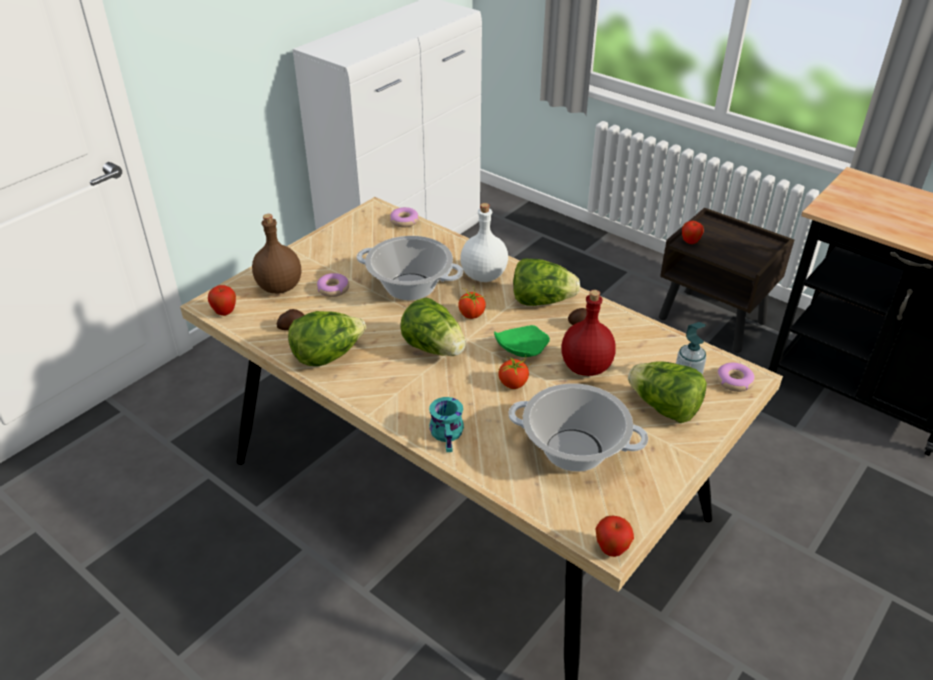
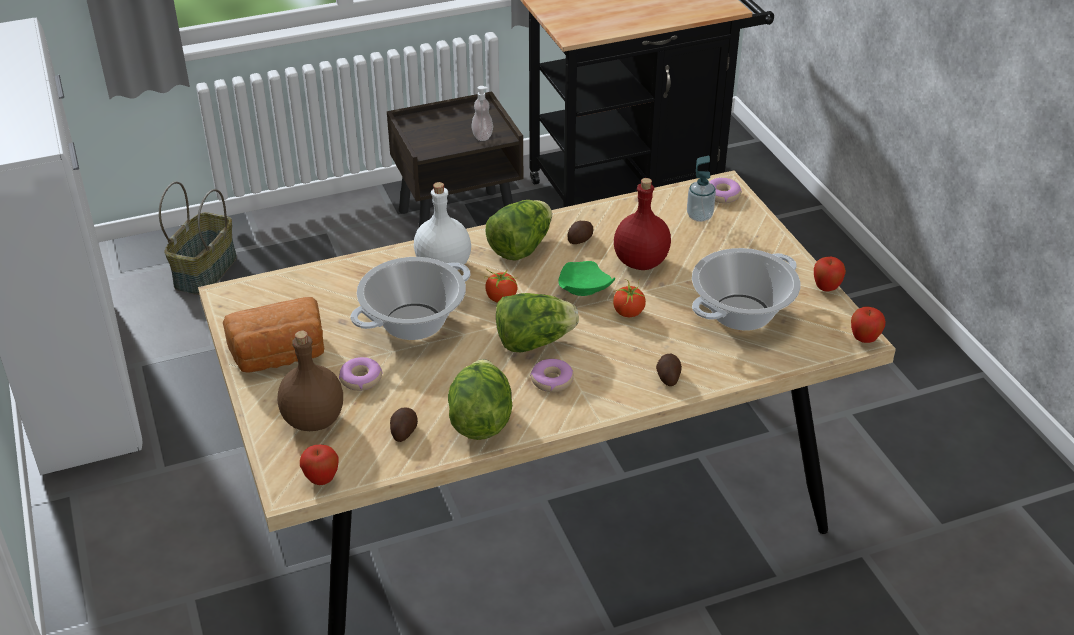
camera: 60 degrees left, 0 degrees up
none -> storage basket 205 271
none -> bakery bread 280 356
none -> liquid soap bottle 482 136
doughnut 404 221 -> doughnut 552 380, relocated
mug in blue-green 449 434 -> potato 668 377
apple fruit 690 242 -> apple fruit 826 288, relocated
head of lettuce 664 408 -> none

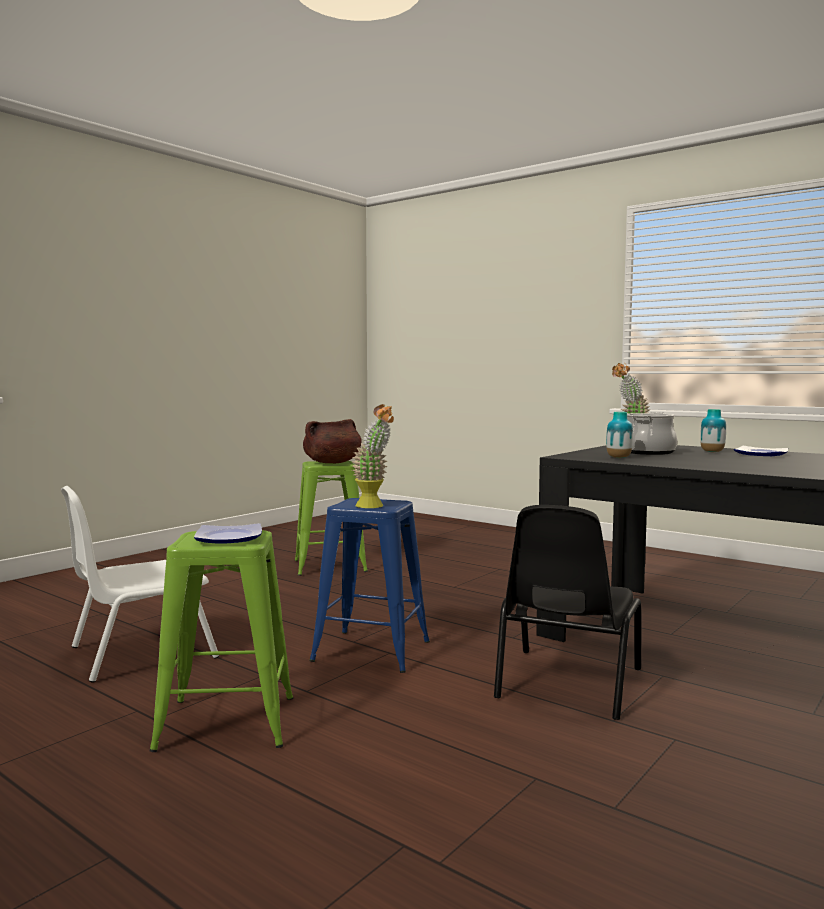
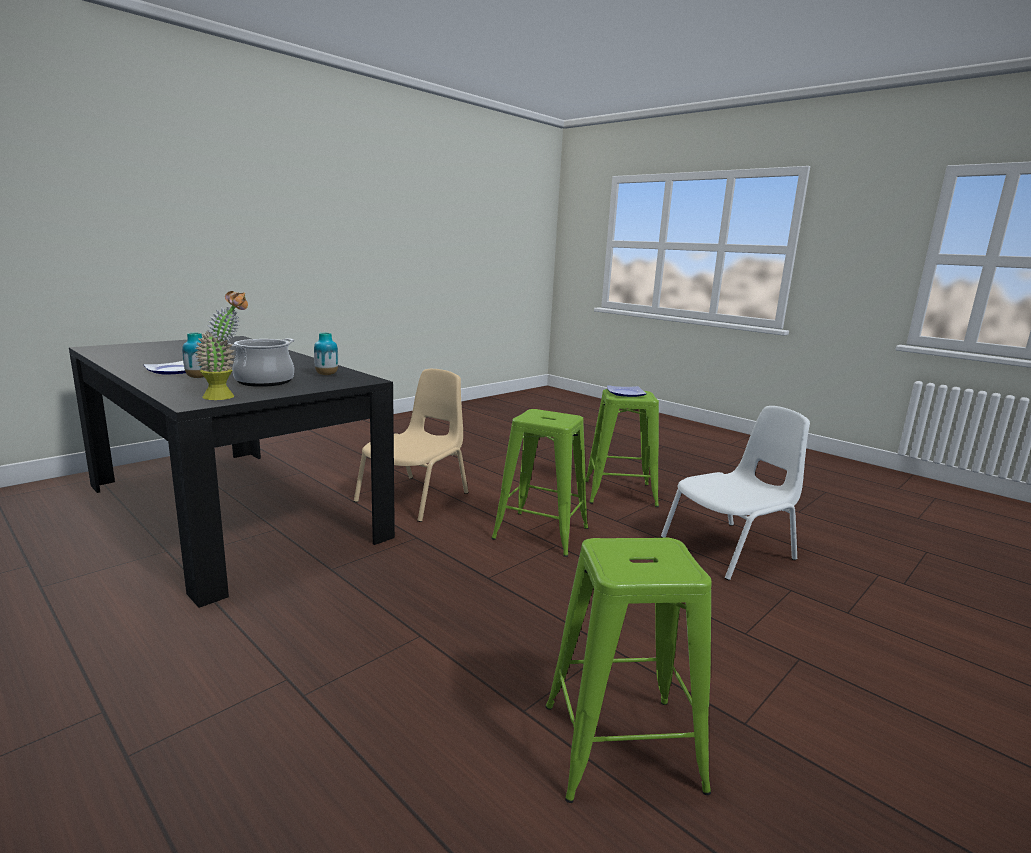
camera: 175 degrees left, 10 degrees up
upright chair in black 567 683 -> upright chair in beige 415 497
sitting stool in blue-coloured 370 651 -> sitting stool in greenish 541 534
stockpot in brown 332 463 -> none
plant in a pot 374 506 -> none

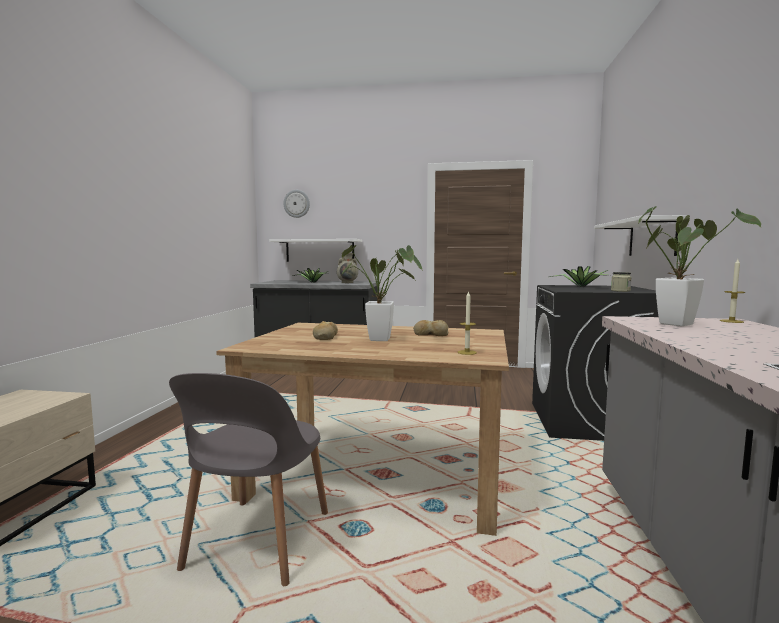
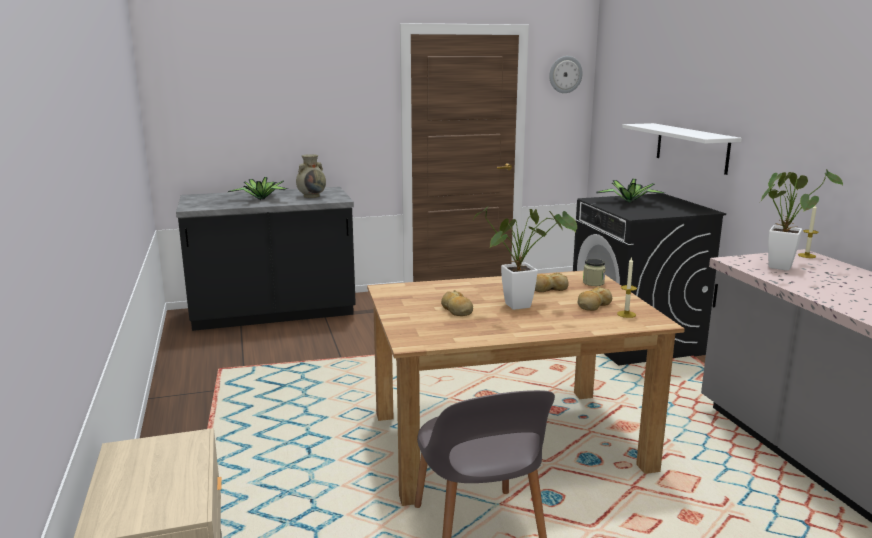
camera: 25 degrees left, 10 degrees up
clock on the wall 297 203 -> clock on the wall 565 74, relocated
none -> bakery bread 593 305
jar 620 291 -> jar 593 283, relocated
shelf in white 320 250 -> none

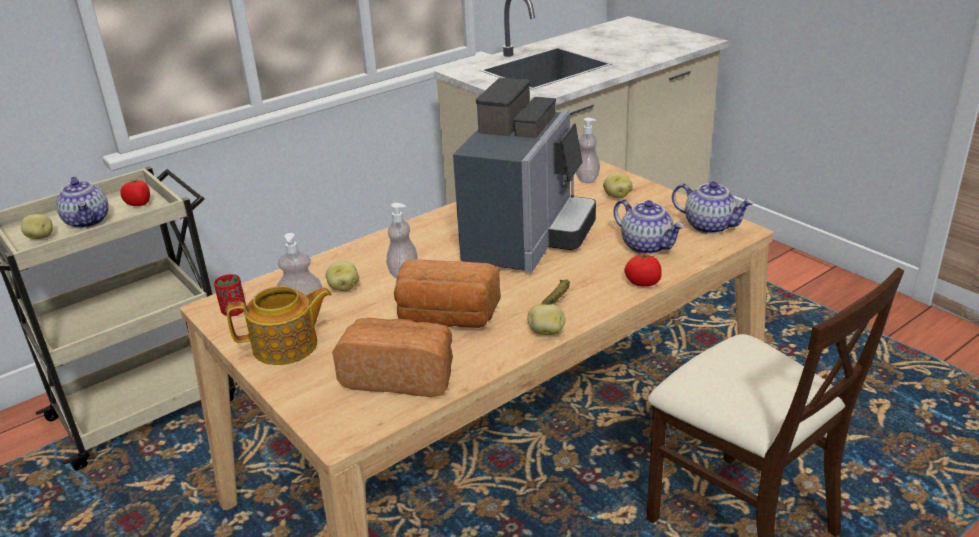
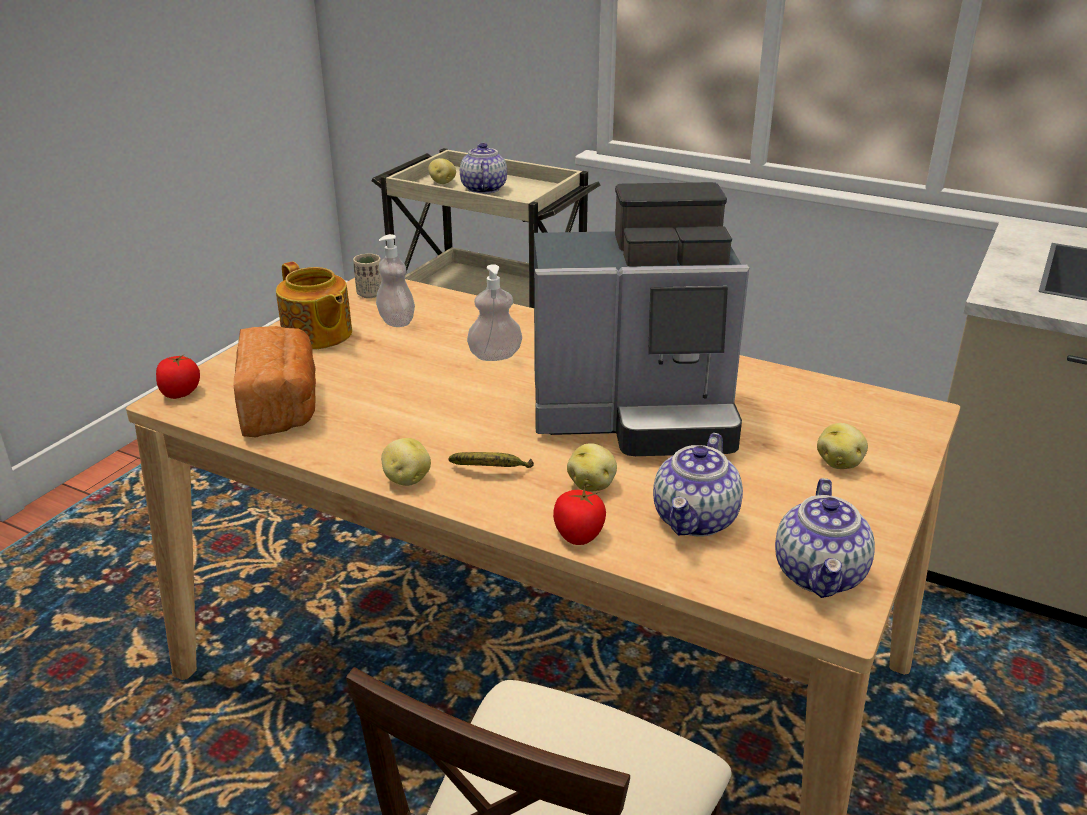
camera: 65 degrees right, 0 degrees up
tomato 139 203 -> tomato 180 392, relocated
drinking cup in red 234 311 -> drinking cup in beige 370 294
teapot 88 221 -> teapot 483 189, 135 degrees clockwise
potato 344 287 -> potato 592 484, relocated
bakery bread 446 318 -> none
liquid soap bottle 587 179 -> none

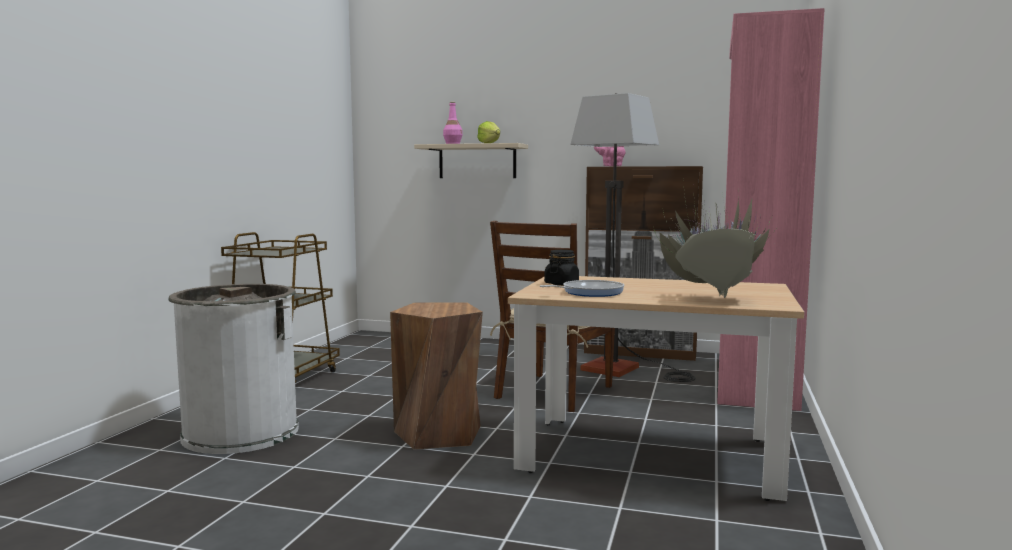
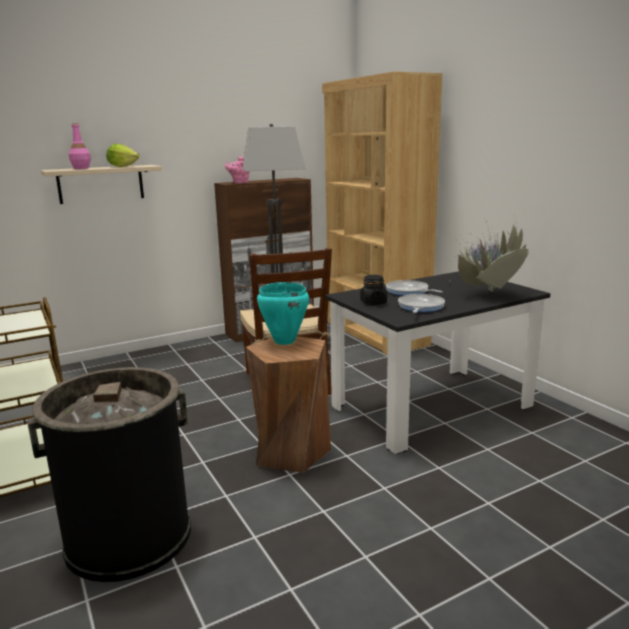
camera: 45 degrees left, 10 degrees up
trash can in white 241 432 -> trash can in black 128 536
none -> stockpot in blue-green 284 341
shelving unit in pink 754 383 -> shelving unit in brown 375 333
kitchen table in beige 650 455 -> kitchen table in black 431 407
none -> frying pan 408 291

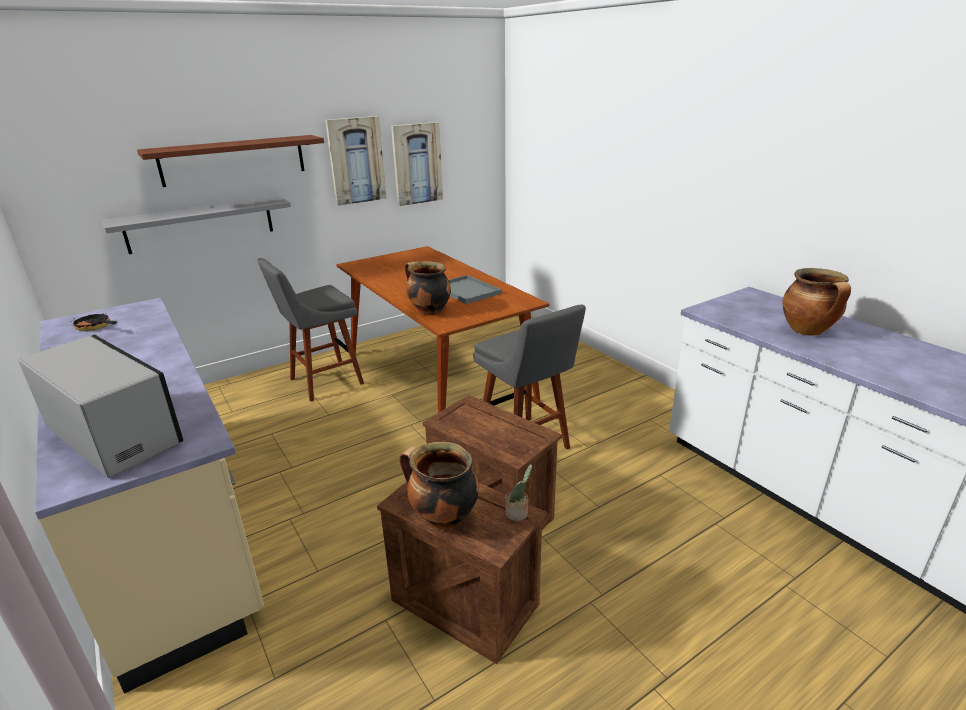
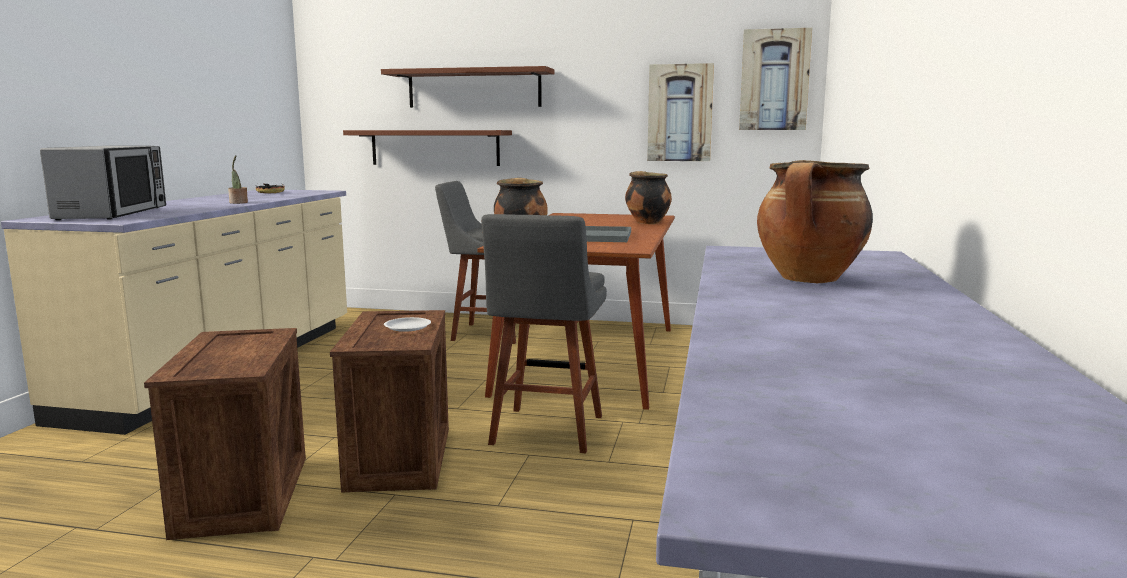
camera: 45 degrees right, 15 degrees down
plant in a pot 518 513 -> plant in a pot 238 203, relocated
shelf in gray 200 224 -> shelf in brown 435 147
none -> dinner plate in white 407 327
stockpot 442 518 -> stockpot 646 222, relocated
wall art 356 160 -> wall art 774 80, relocated

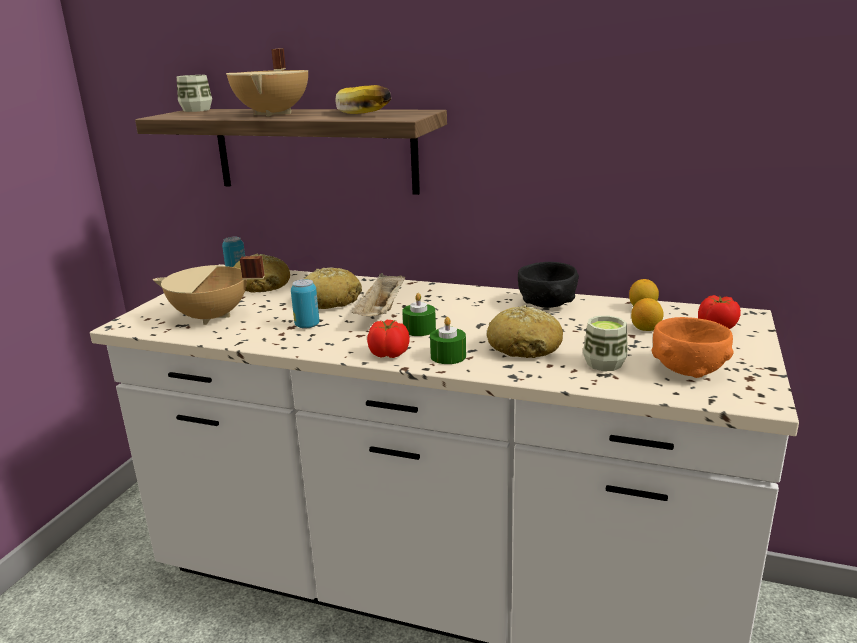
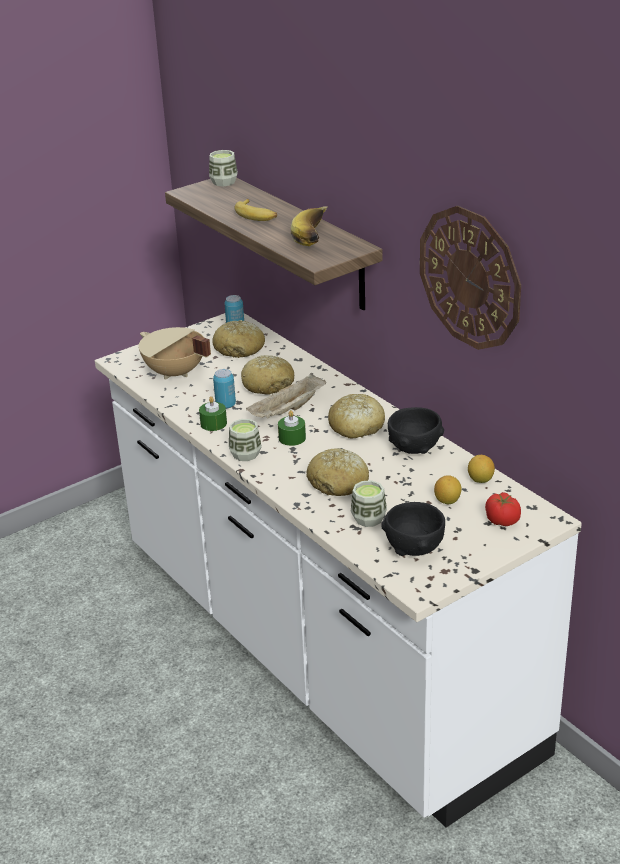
camera: 35 degrees right, 10 degrees up
wax light in greenish 448 356 -> wax light in greenish 213 423, relocated
tomato 389 354 -> drinking cup 245 454
stockpot in beige 274 114 -> banana fruit 256 215
none -> bakery bread 356 427
bowl in orange 687 370 -> bowl in black 414 547
none -> clock on the wall 470 278

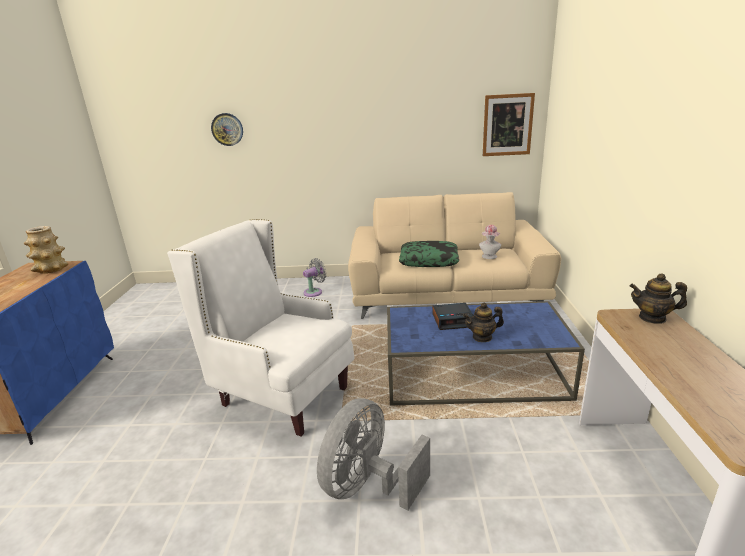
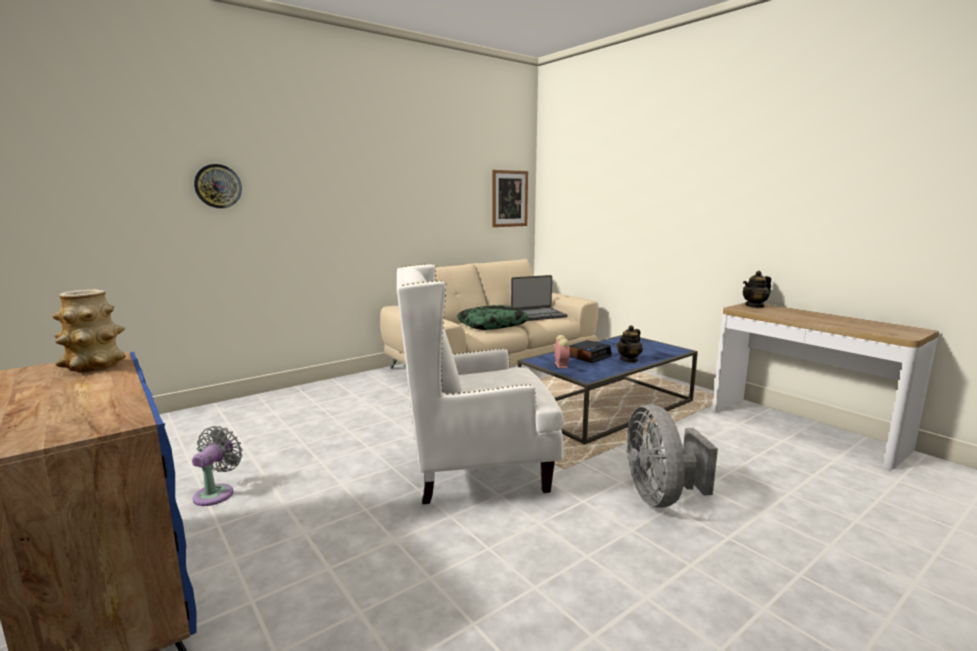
camera: 40 degrees left, 10 degrees down
electric fan in gray 314 292 -> electric fan in gray 216 493, relocated
wearable hat 489 257 -> laptop 538 315
none -> table clock 560 365

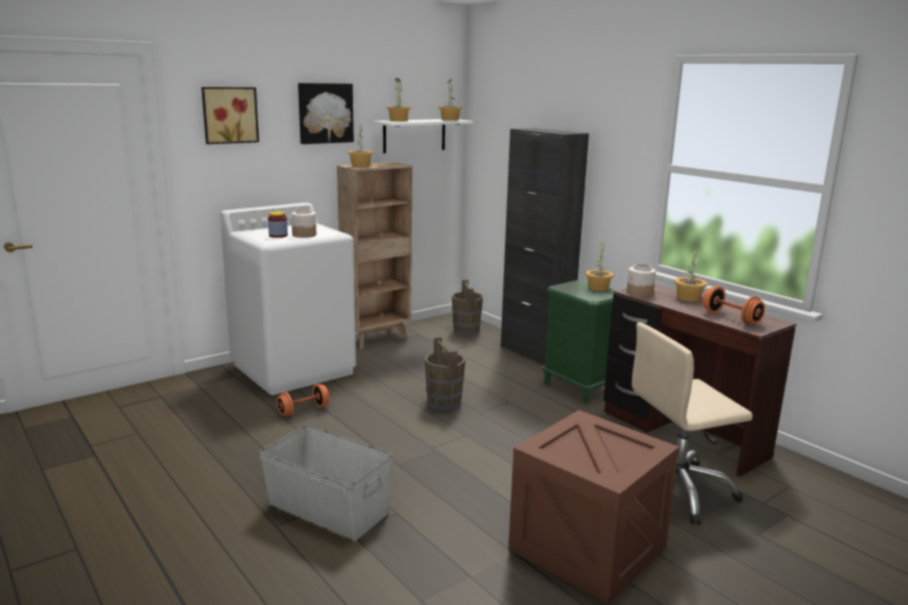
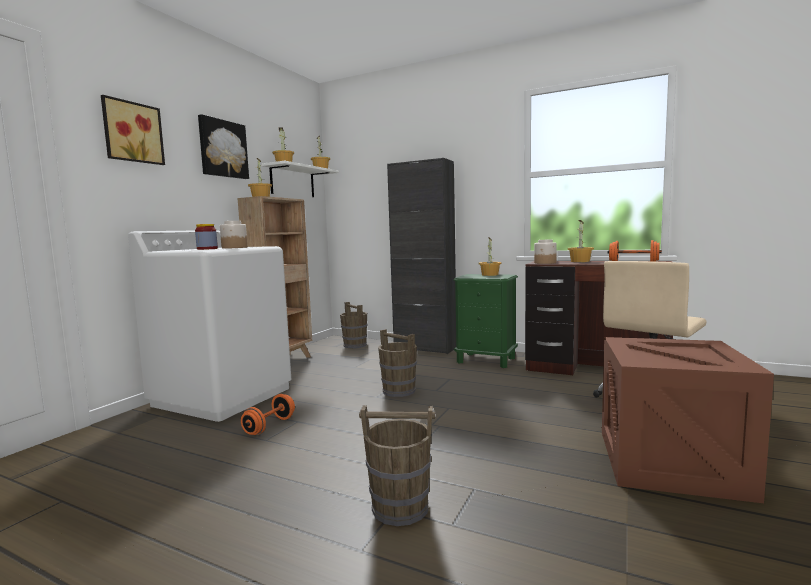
camera: 25 degrees left, 10 degrees down
storage container in gray 328 508 -> water bucket in brown 399 507

